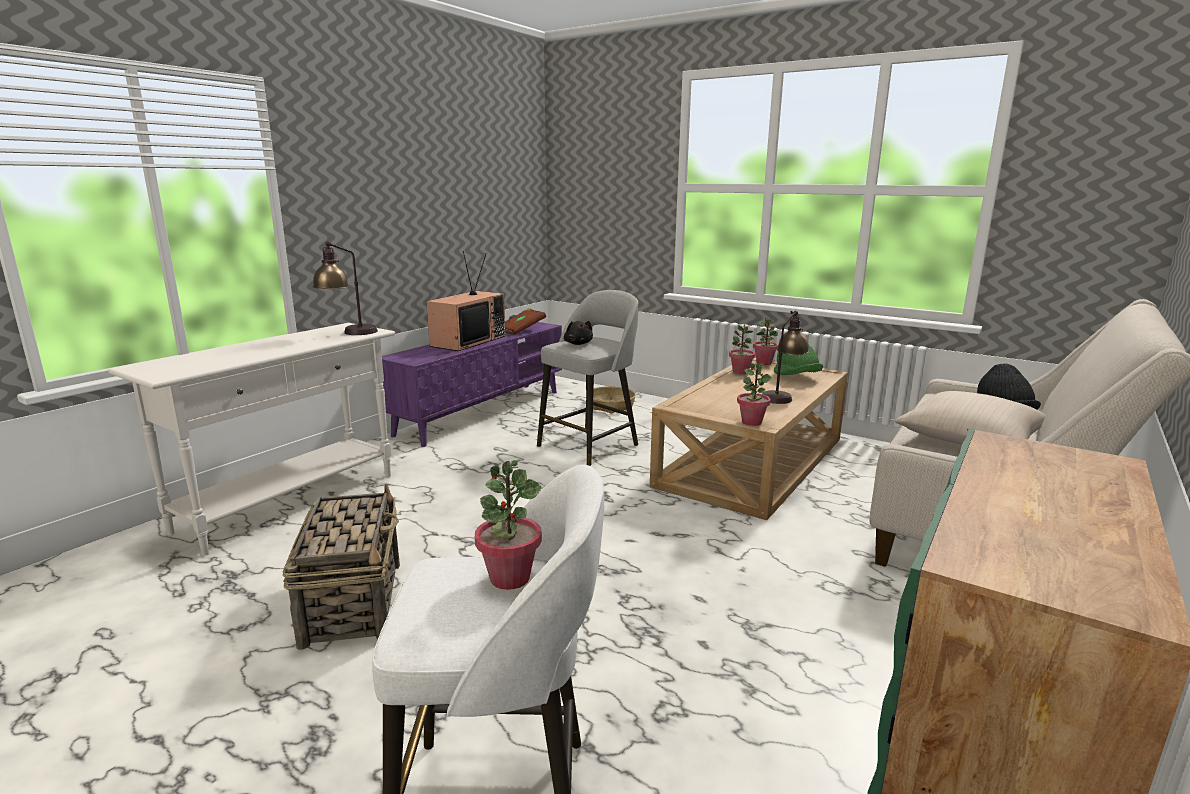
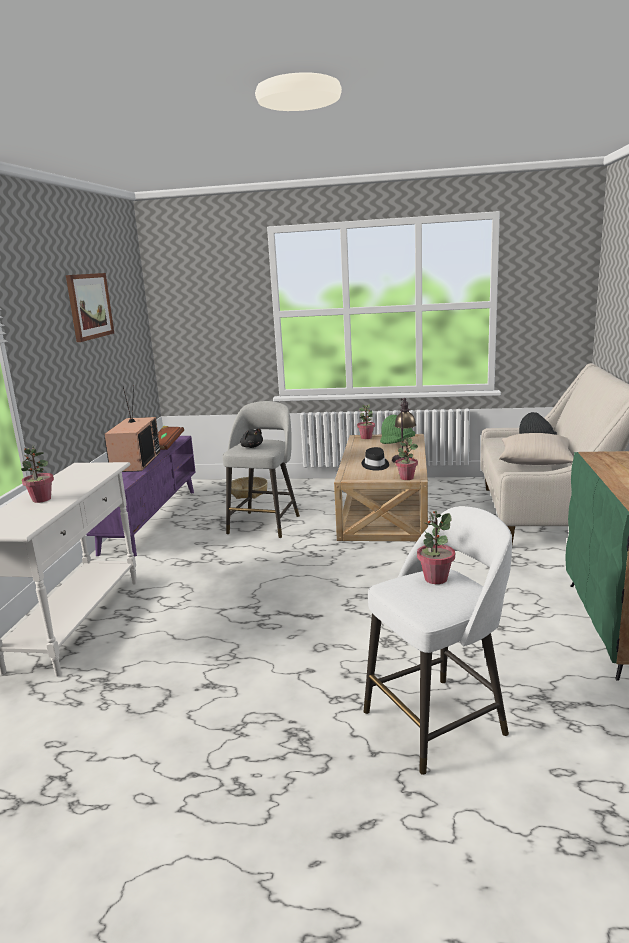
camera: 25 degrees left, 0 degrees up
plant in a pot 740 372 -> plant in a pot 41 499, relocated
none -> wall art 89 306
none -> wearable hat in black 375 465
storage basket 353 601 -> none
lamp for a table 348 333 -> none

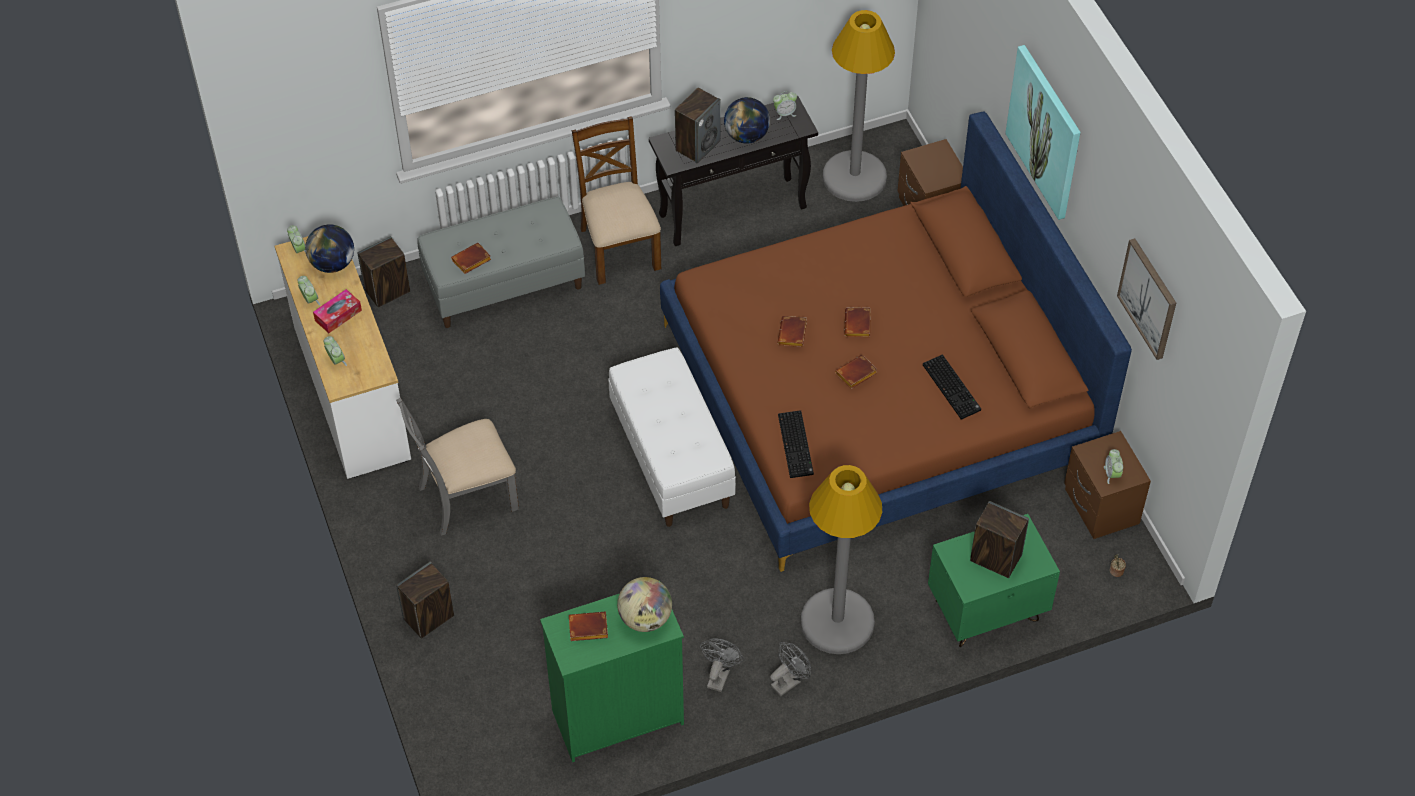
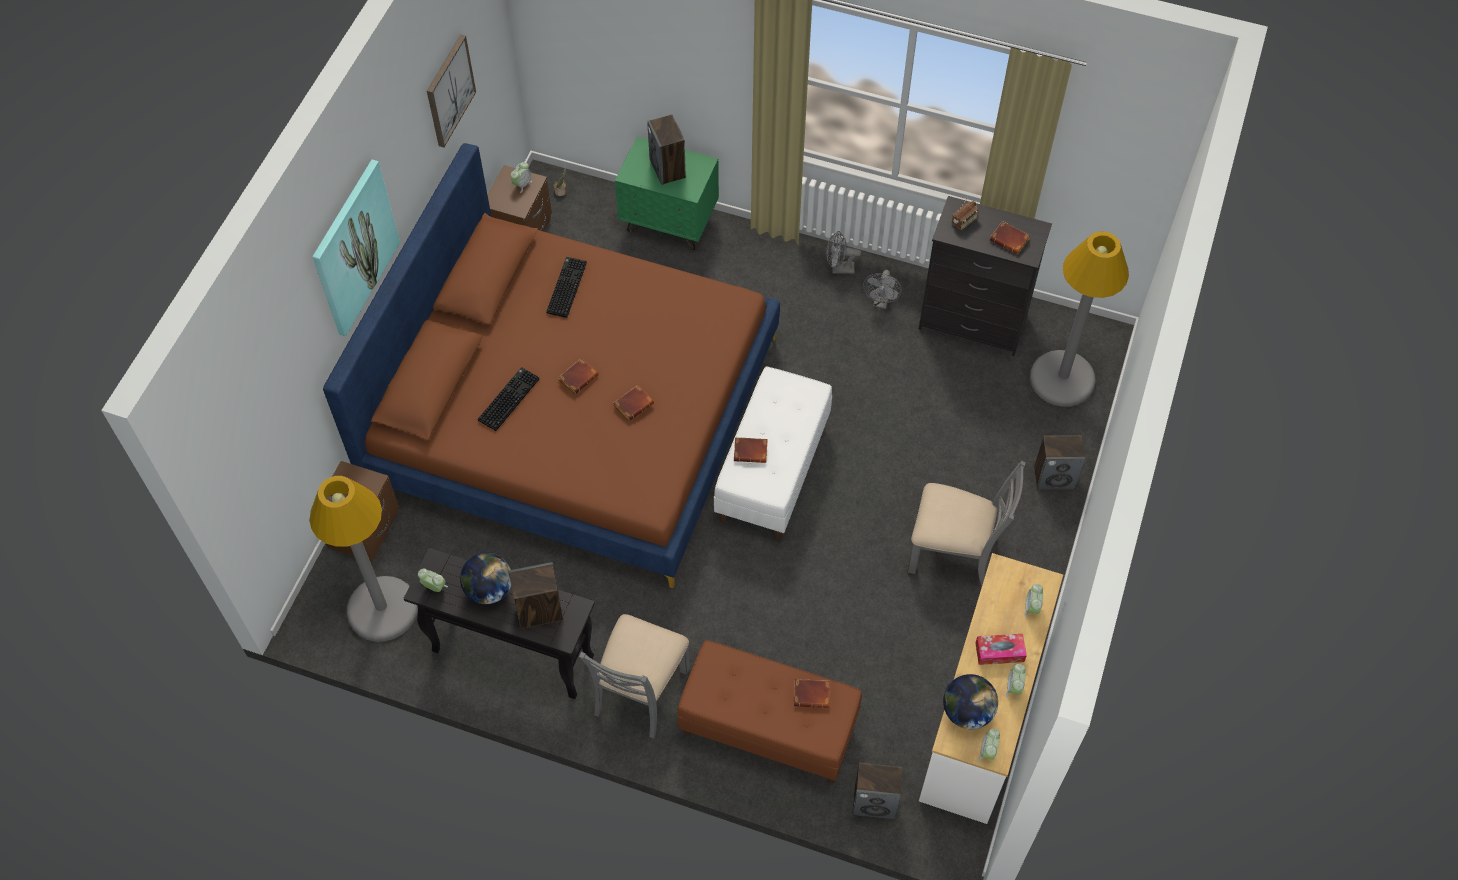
camera: 140 degrees left, 5 degrees up
PC keyboard 797 445 -> PC keyboard 508 398, relocated
upright chair in brown 619 248 -> upright chair in gray 639 691
indoor bench in gray 505 285 -> indoor bench in brown 767 729
volume in brown 856 375 -> volume in brown 751 451, relocated
electric fan in gray 719 675 -> electric fan in gray 881 302, 45 degrees counterclockwise
chest of drawers in greenish 616 717 -> chest of drawers in black 973 323
desk globe 645 618 -> radio 964 221
standing lamp in gray 837 622 -> standing lamp in gray 1062 379, relocated

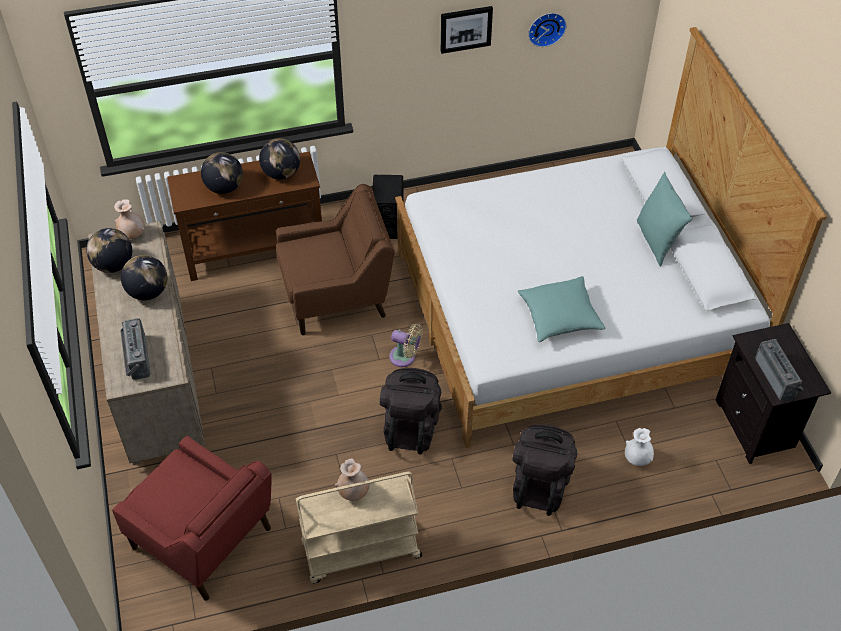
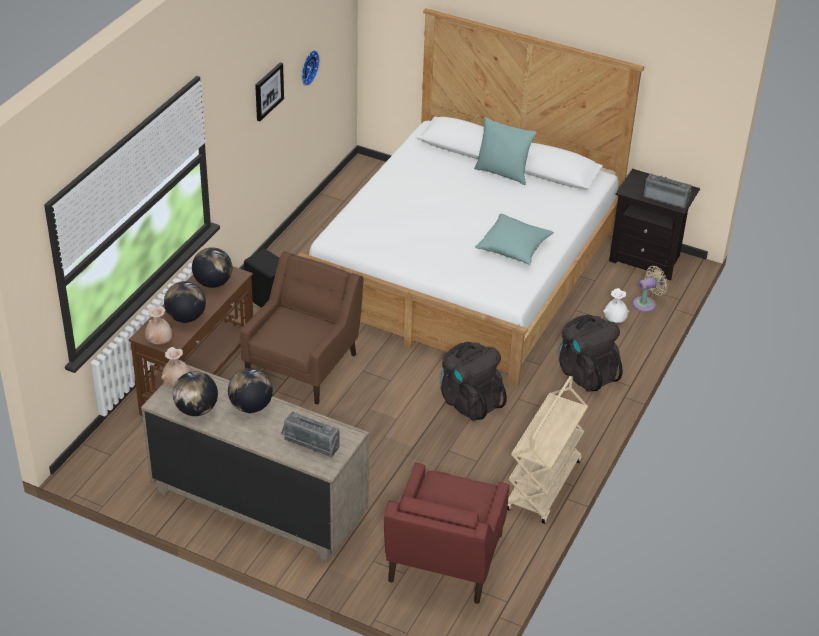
camera: 50 degrees left, 10 degrees down
decorative vase in beige 353 492 -> decorative vase in beige 159 342, relocated
lounge chair in red 204 540 -> lounge chair in red 444 560, 120 degrees clockwise
electric fan in beige 405 357 -> electric fan in beige 646 303, relocated

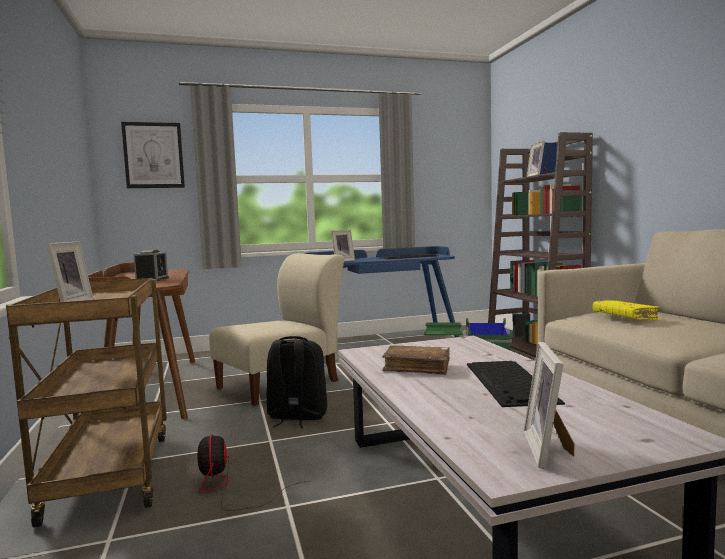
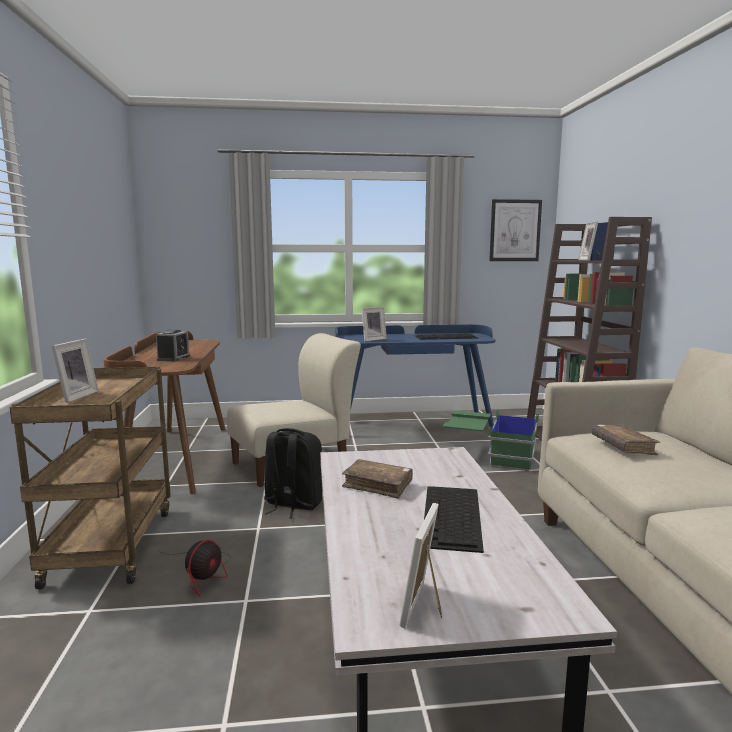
camera: 10 degrees right, 5 degrees up
electric fan 229 487 -> electric fan 204 573, 150 degrees counterclockwise
wall art 153 155 -> wall art 515 230, relocated
volume in yellow 625 318 -> volume in brown 623 447

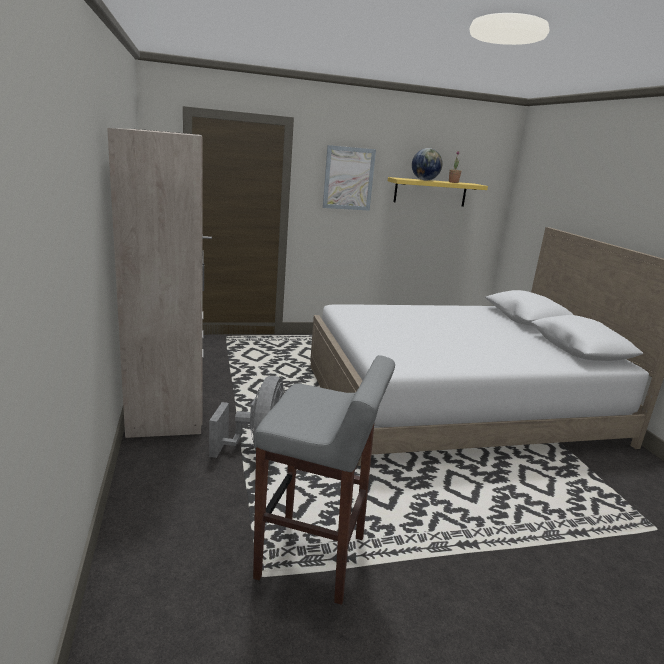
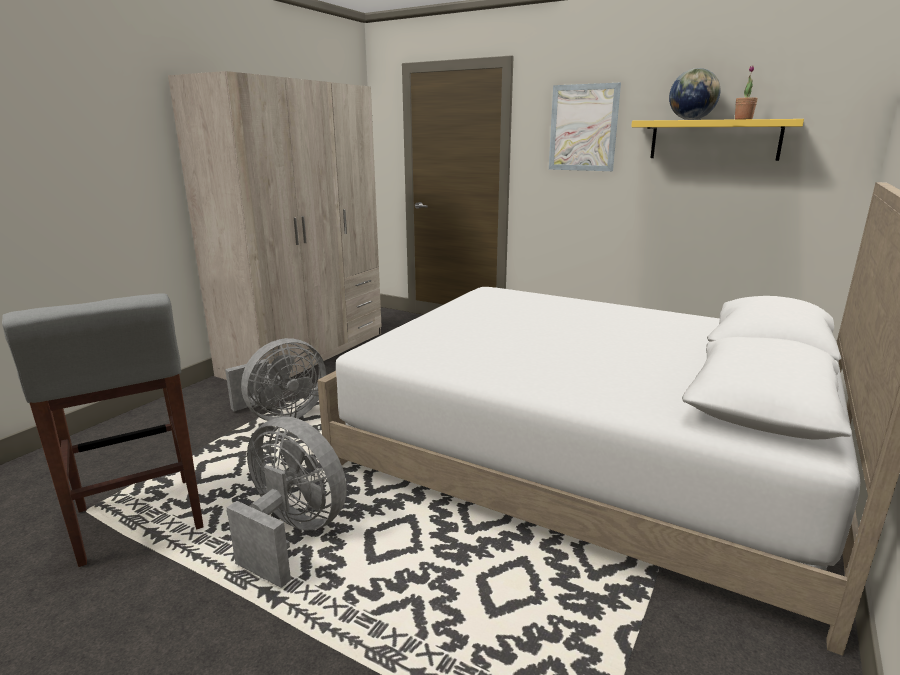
camera: 45 degrees right, 0 degrees up
none -> electric fan in gray 292 533

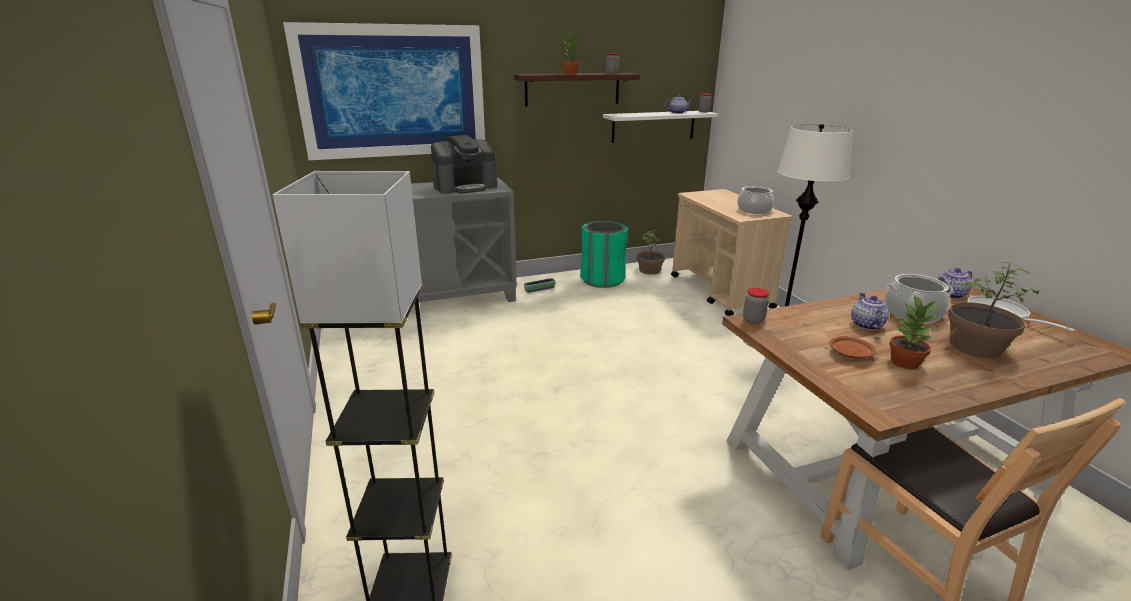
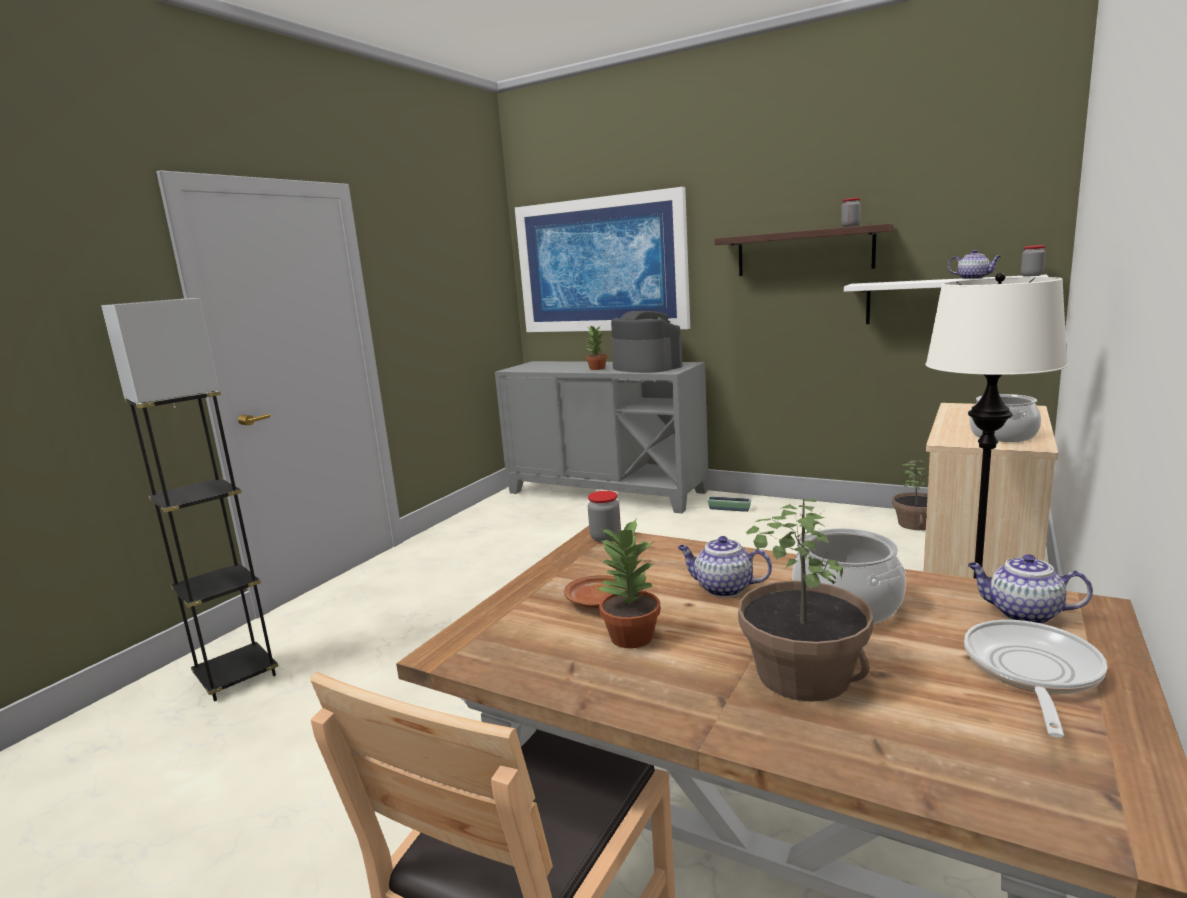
camera: 50 degrees right, 10 degrees down
plant in a pot 569 74 -> plant in a pot 596 368, relocated
coffee machine 465 187 -> coffee machine 646 367, 150 degrees counterclockwise
teapot 865 324 -> teapot 722 588, 120 degrees counterclockwise
trash can in greenish 602 280 -> none

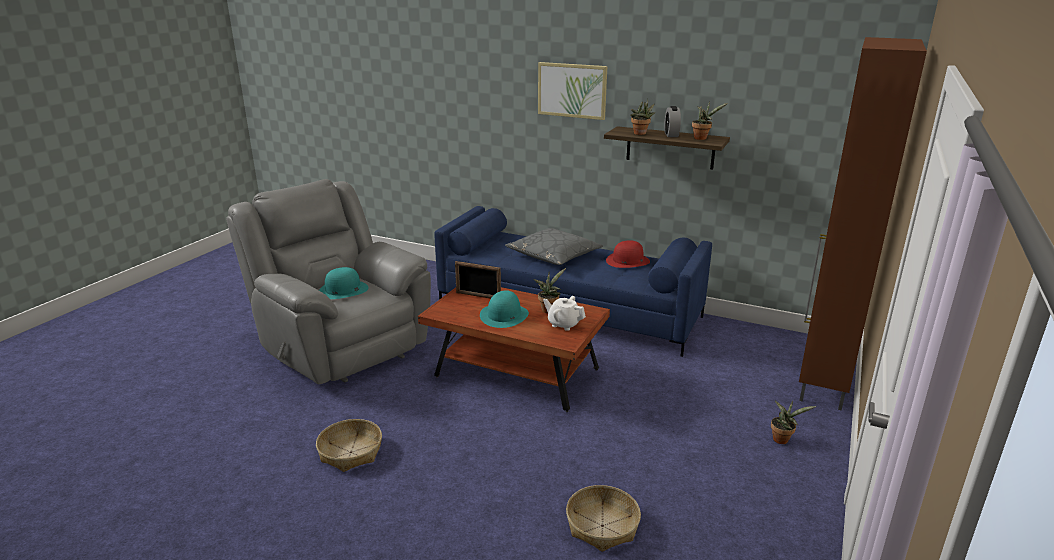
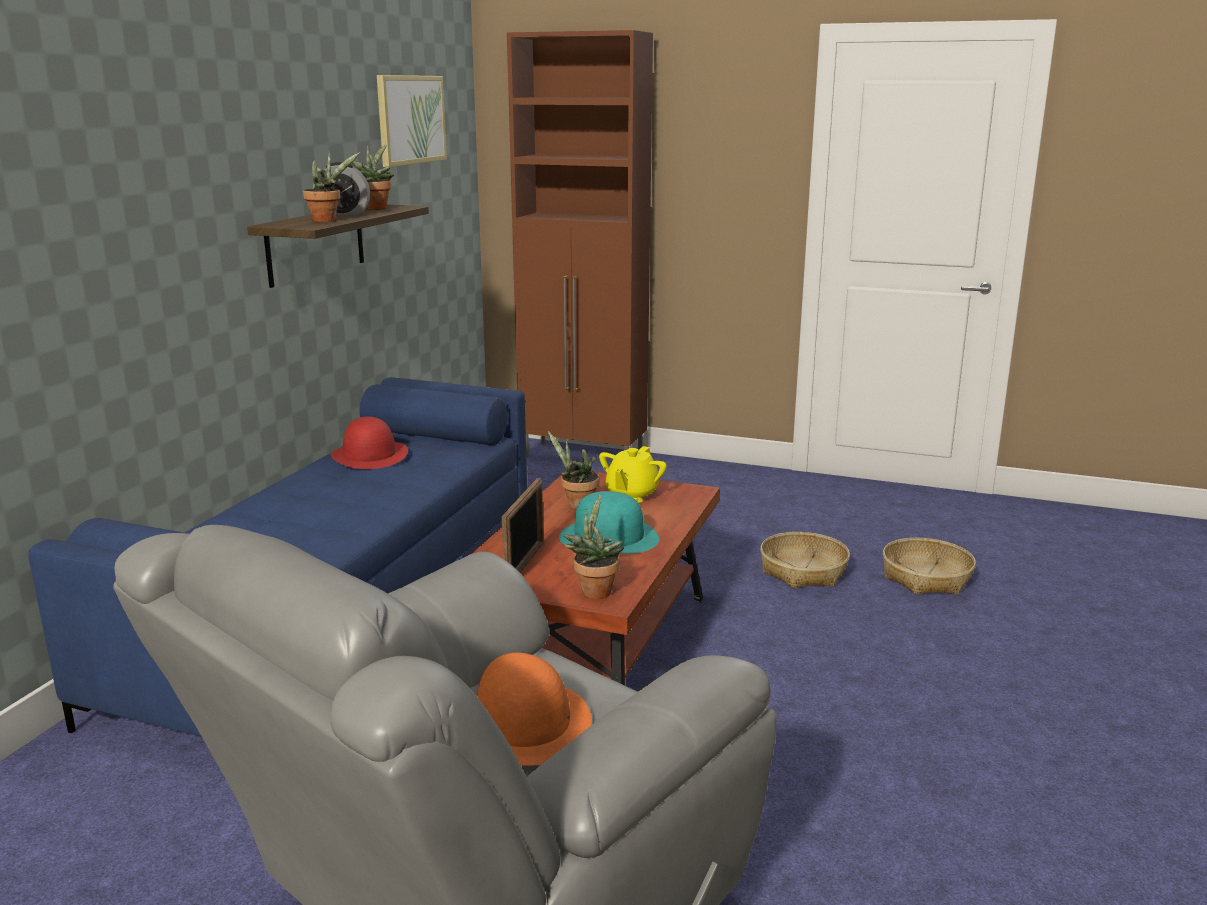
camera: 95 degrees left, 5 degrees down
wall art 572 90 -> wall art 410 119, relocated
wearable hat in blue-green 343 290 -> wearable hat in orange 523 722
plant in a pot 782 439 -> plant in a pot 594 590, relocated
teapot in white 563 324 -> teapot in yellow 631 494
storage basket 351 452 -> storage basket 803 571, relocated
cushion in gray 553 255 -> none

